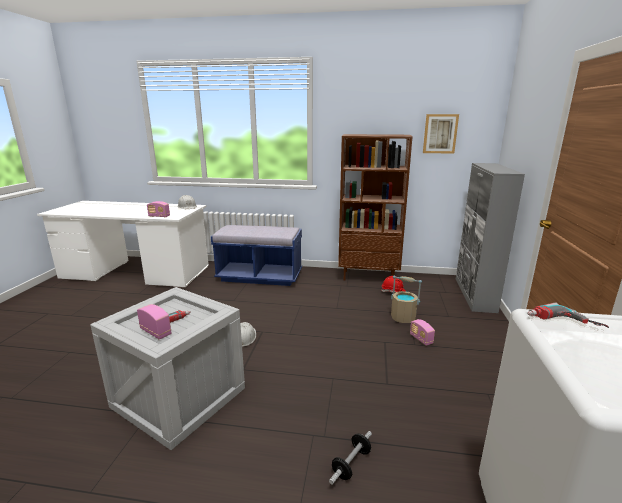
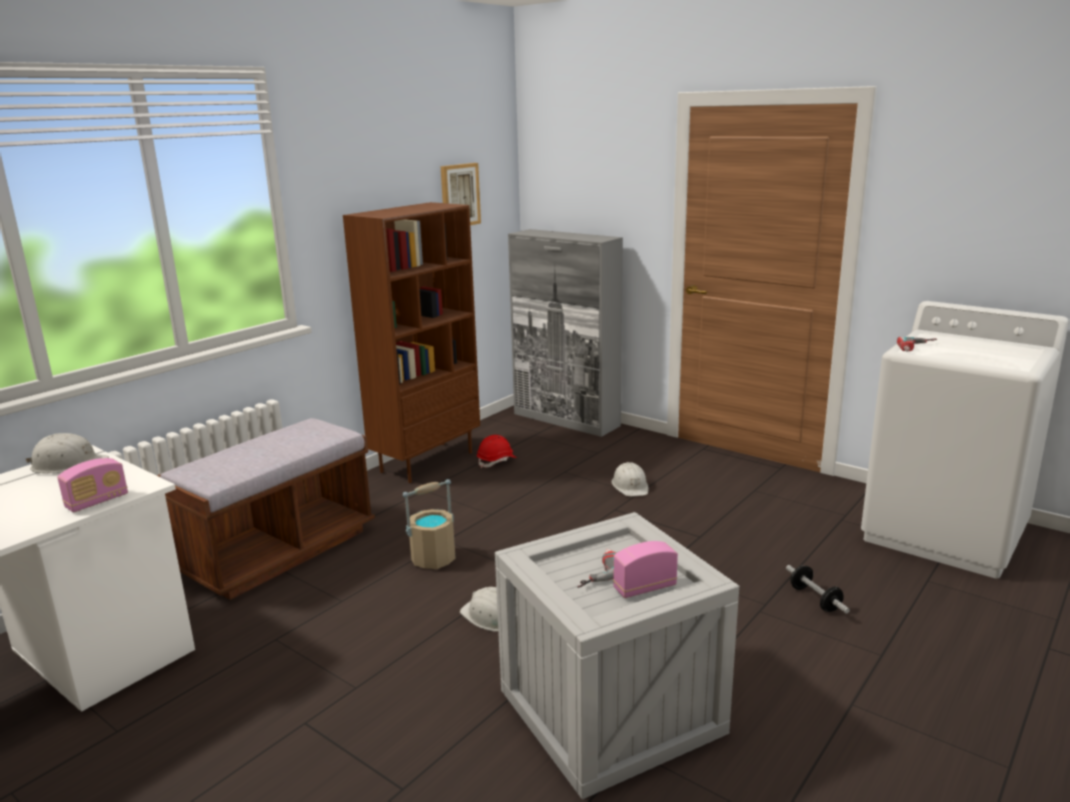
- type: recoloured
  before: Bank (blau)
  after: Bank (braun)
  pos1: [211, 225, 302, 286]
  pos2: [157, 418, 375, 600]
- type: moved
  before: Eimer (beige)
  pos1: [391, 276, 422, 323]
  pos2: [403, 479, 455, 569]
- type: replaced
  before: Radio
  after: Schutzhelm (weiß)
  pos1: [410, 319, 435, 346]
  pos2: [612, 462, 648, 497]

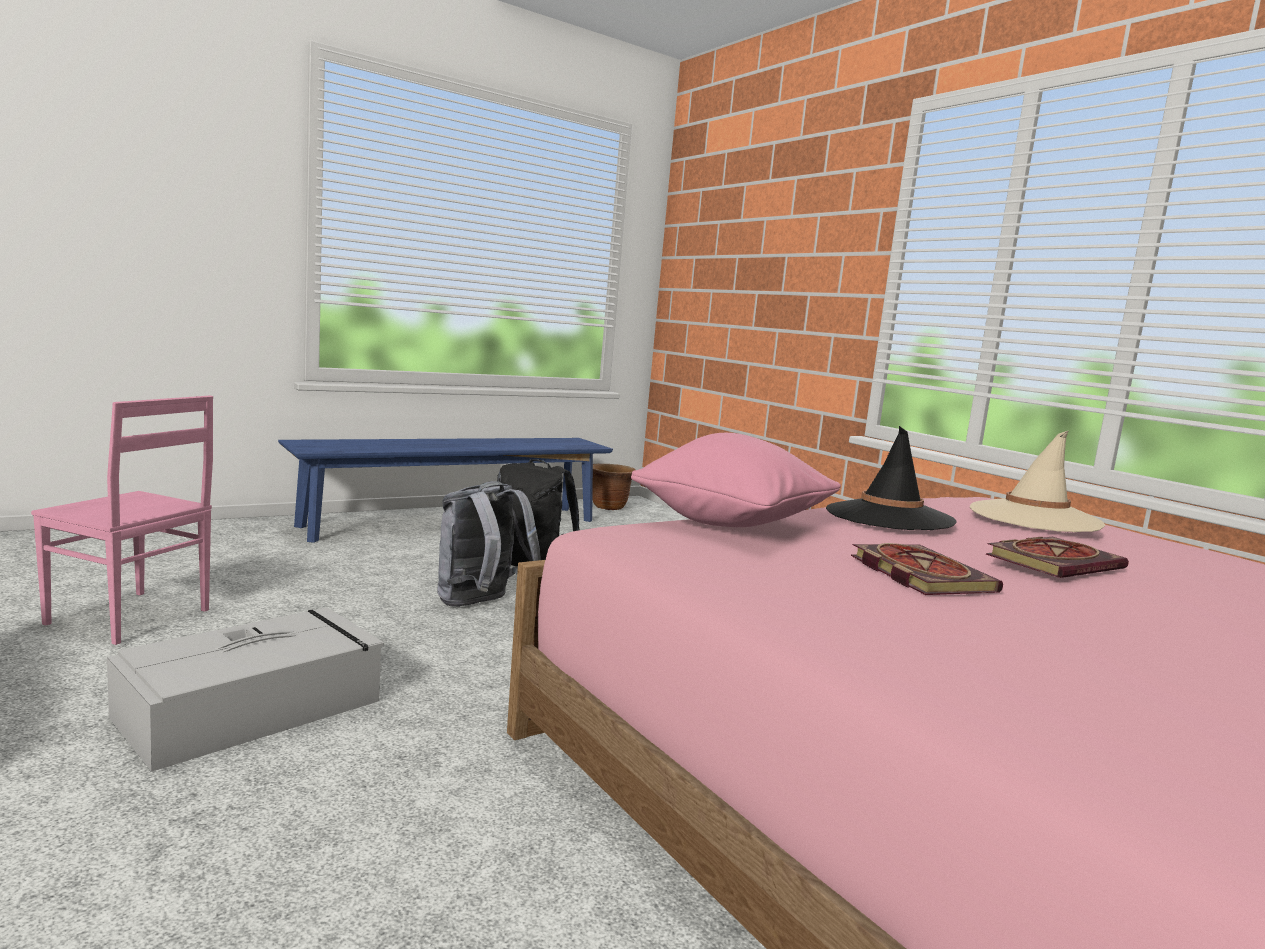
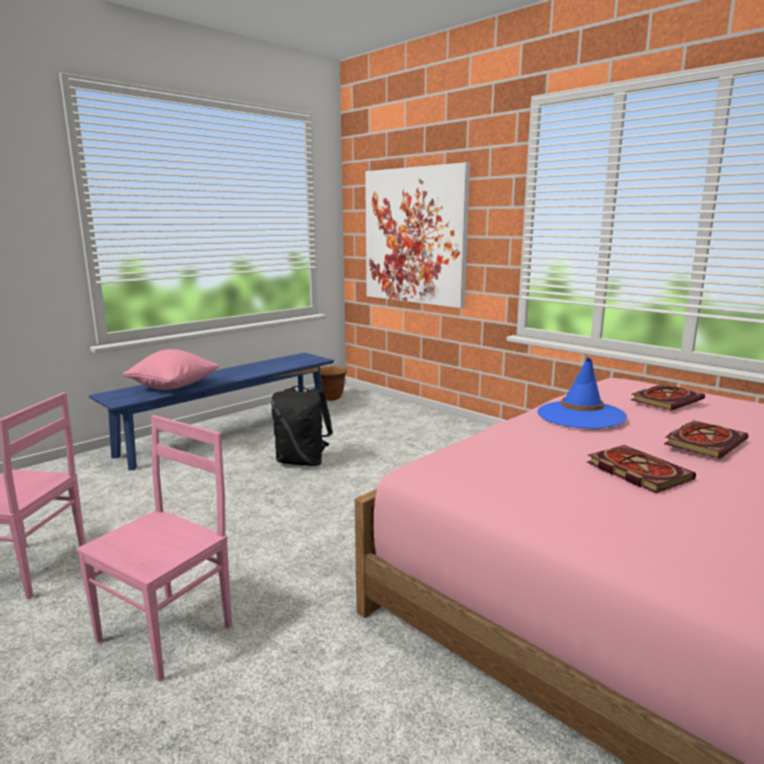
- type: recoloured
  before: Hut (schwarz)
  after: Hut (blau)
  pos1: [826, 426, 957, 530]
  pos2: [537, 357, 627, 429]
- type: replaced
  before: Hut (beige)
  after: Buch
  pos1: [970, 430, 1105, 532]
  pos2: [631, 384, 705, 410]
- type: moved
  before: Kissen (rosa)
  pos1: [631, 433, 841, 527]
  pos2: [123, 349, 219, 390]
- type: removed
  before: Rucksack (grau)
  pos1: [437, 481, 541, 607]
- type: replaced
  before: Aufbewahrungsbox (grau)
  after: Stuhl (rosa)
  pos1: [107, 607, 383, 772]
  pos2: [76, 415, 232, 682]
- type: added
  after: Bild
  pos2: [365, 162, 470, 308]

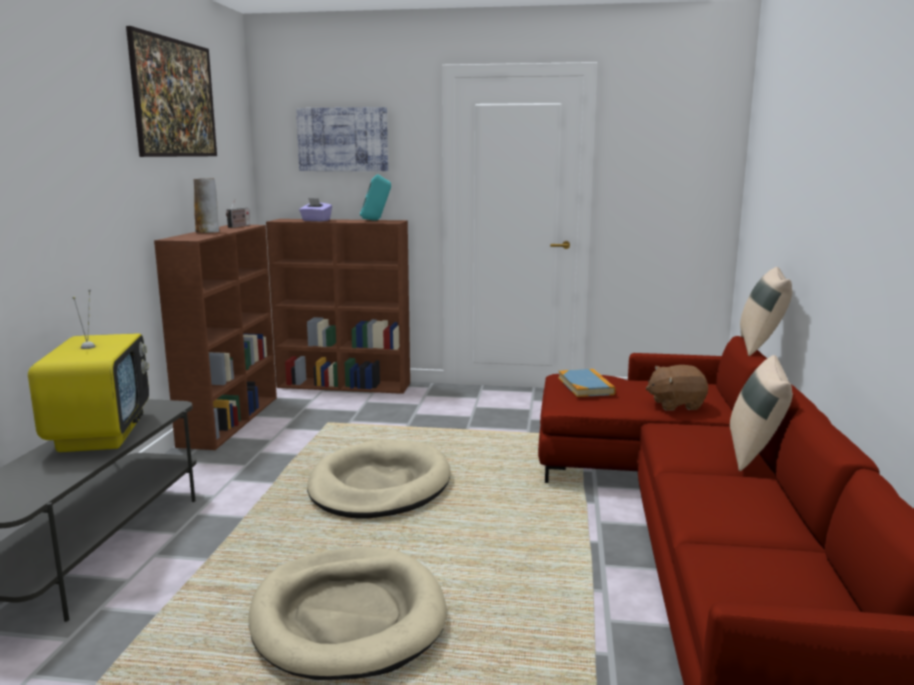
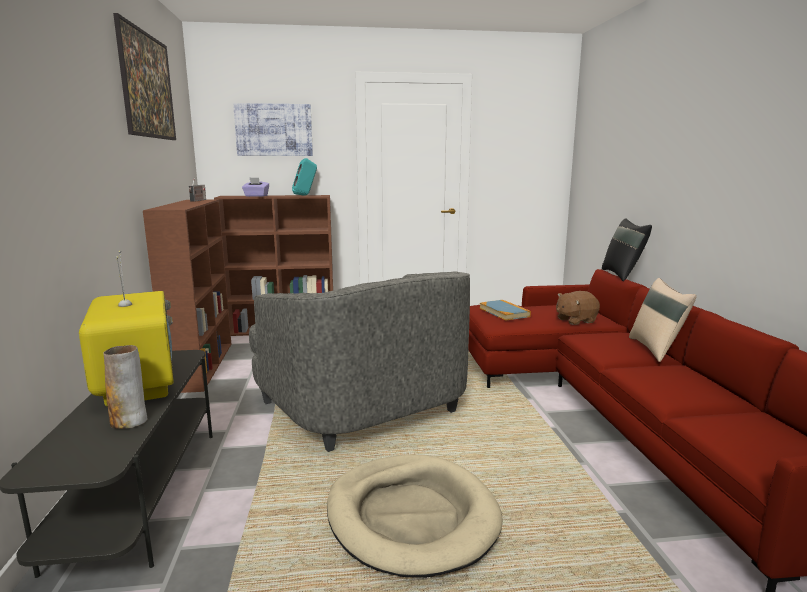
- type: moved
  before: Vase
  pos1: [194, 178, 219, 233]
  pos2: [103, 345, 147, 429]
- type: recoloured
  before: Kissen (beige)
  after: Kissen (schwarz)
  pos1: [740, 267, 792, 356]
  pos2: [602, 218, 652, 282]
- type: replaced
  before: Hundebett (beige)
  after: Sessel (grau)
  pos1: [307, 439, 451, 518]
  pos2: [249, 271, 470, 452]

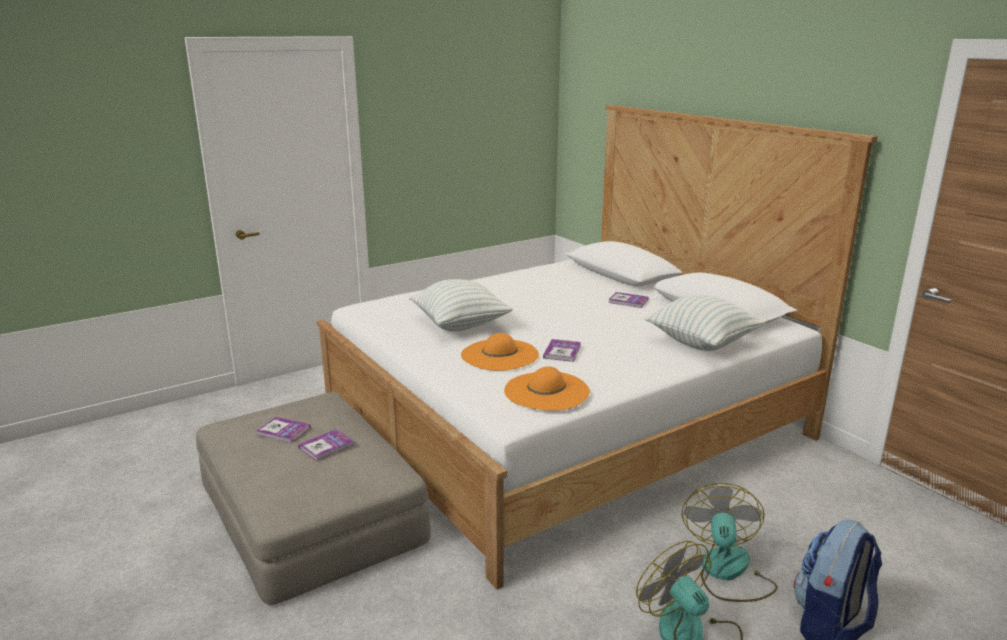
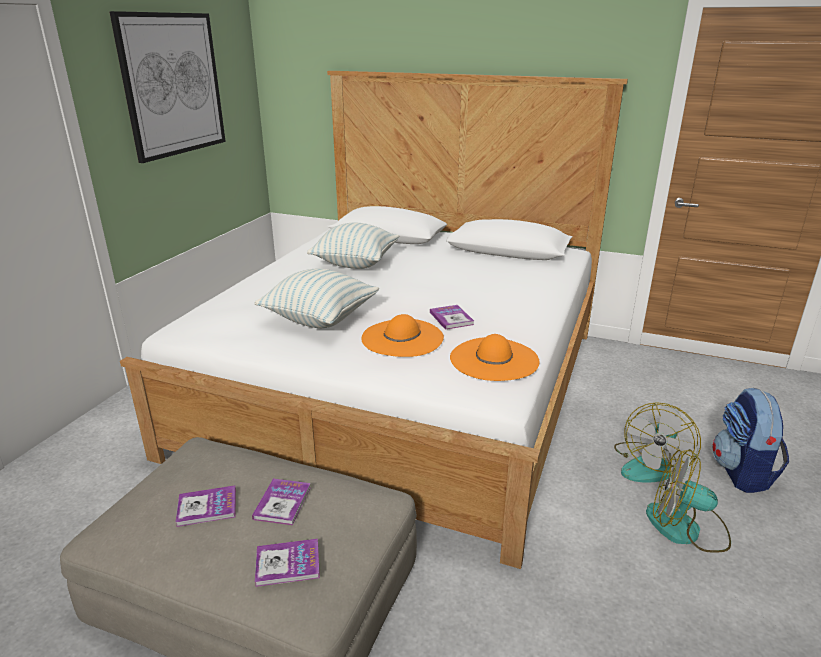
- type: moved
  before: Buch
  pos1: [608, 292, 649, 308]
  pos2: [255, 539, 320, 587]
- type: moved
  before: Kissen
  pos1: [644, 295, 765, 351]
  pos2: [307, 223, 399, 269]
- type: turned
  before: Ventilator
  pos1: [681, 483, 778, 602]
  pos2: [614, 402, 701, 483]
  turn: -120
- type: added
  after: Bild
  pos2: [109, 11, 226, 163]

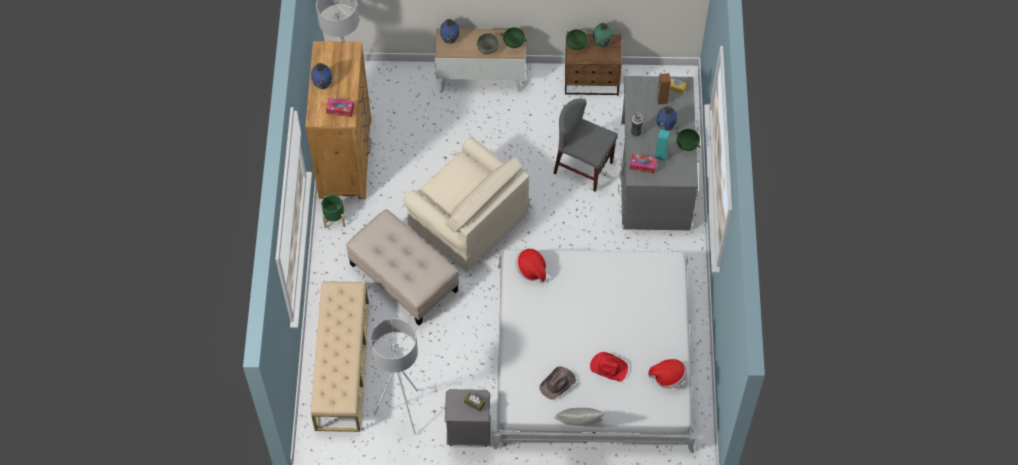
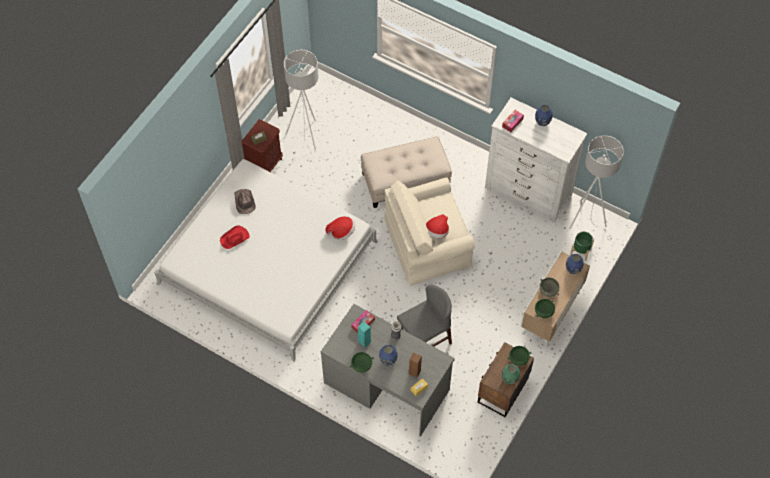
- type: recoloured
  before: Kommode (braun)
  after: Kommode (weiß)
  pos1: [305, 41, 371, 199]
  pos2: [485, 98, 588, 222]
- type: moved
  before: Pflanzkübel (grün)
  pos1: [321, 195, 345, 228]
  pos2: [570, 232, 594, 261]
- type: removed
  before: Bank (beige)
  pos1: [311, 282, 369, 432]
- type: moved
  before: Hut
  pos1: [648, 359, 687, 388]
  pos2: [426, 214, 449, 238]
- type: recoloured
  before: Nachttisch (grau)
  after: Nachttisch (braun)
  pos1: [445, 389, 491, 447]
  pos2: [241, 119, 283, 172]
- type: removed
  before: Kissen (grau)
  pos1: [555, 408, 604, 426]

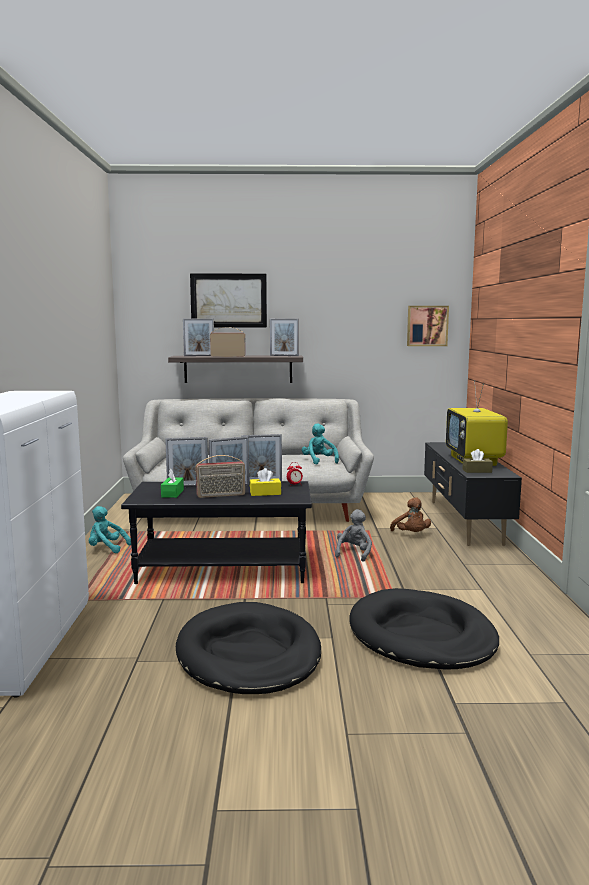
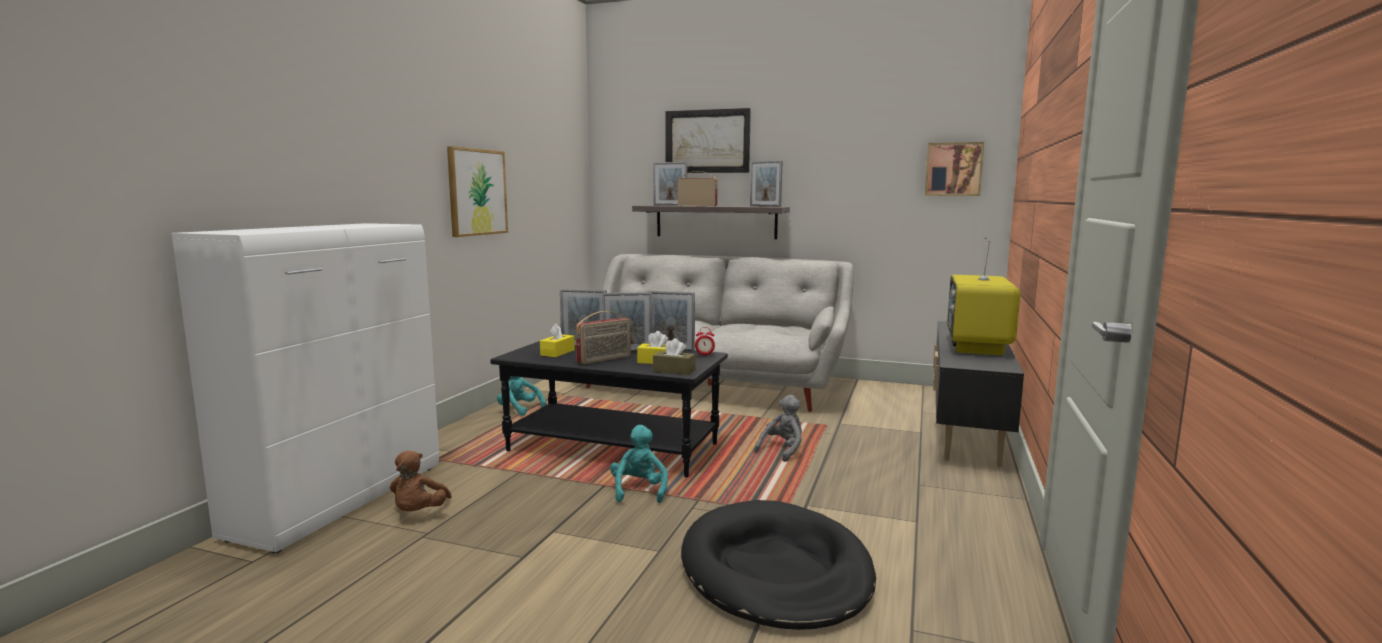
- type: moved
  before: Plüschtier (türkis)
  pos1: [302, 423, 339, 465]
  pos2: [610, 425, 668, 503]
- type: moved
  before: Taschentuchbox (braun)
  pos1: [463, 449, 493, 473]
  pos2: [653, 338, 695, 375]
- type: turned
  before: Radio
  pos1: [195, 455, 245, 498]
  pos2: [576, 311, 631, 364]
  turn: -45
- type: recoloured
  before: Taschentuchbox (grün)
  after: Taschentuchbox (gelb)
  pos1: [161, 469, 184, 498]
  pos2: [540, 324, 575, 357]
- type: moved
  before: Plüschtier (braun)
  pos1: [390, 497, 431, 532]
  pos2: [390, 451, 452, 511]
- type: removed
  before: Hundebett (schwarz)
  pos1: [176, 602, 321, 694]
- type: added
  after: Bild
  pos2: [447, 146, 508, 237]

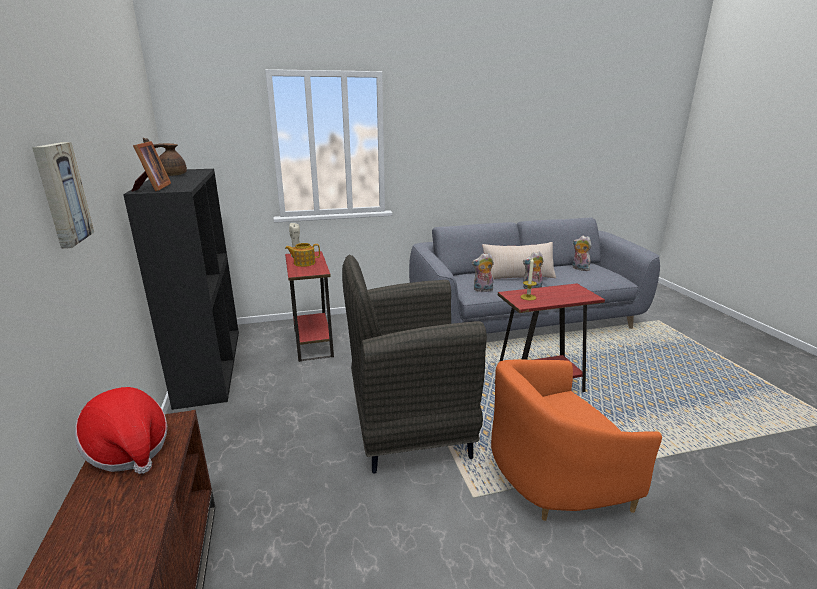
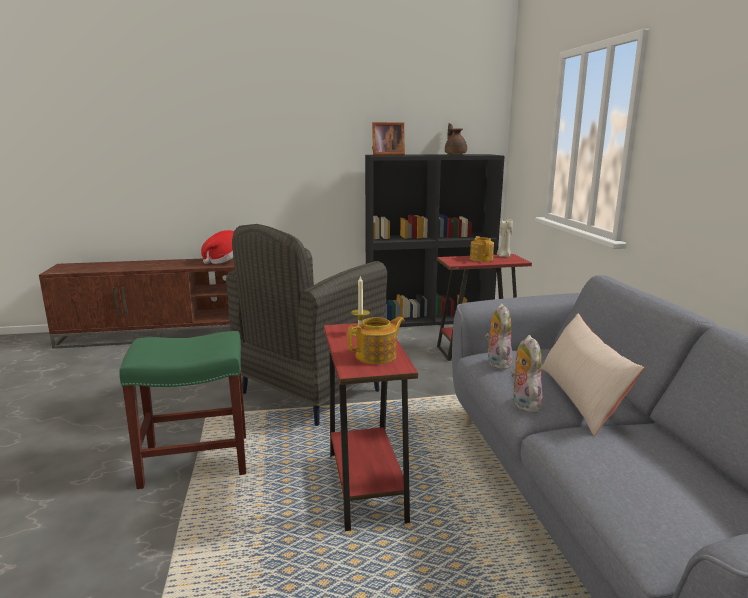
- type: removed
  before: Bild
  pos1: [32, 142, 94, 249]
- type: removed
  before: Plüschtier
  pos1: [573, 236, 592, 271]
- type: turned
  before: Sessel (grau)
  pos1: [342, 255, 487, 474]
  pos2: [226, 224, 387, 426]
  turn: -135
- type: replaced
  before: Sessel (orange)
  after: Hocker (grün)
  pos1: [491, 359, 662, 521]
  pos2: [119, 331, 246, 489]
- type: added
  after: Teekanne
  pos2: [348, 317, 405, 364]

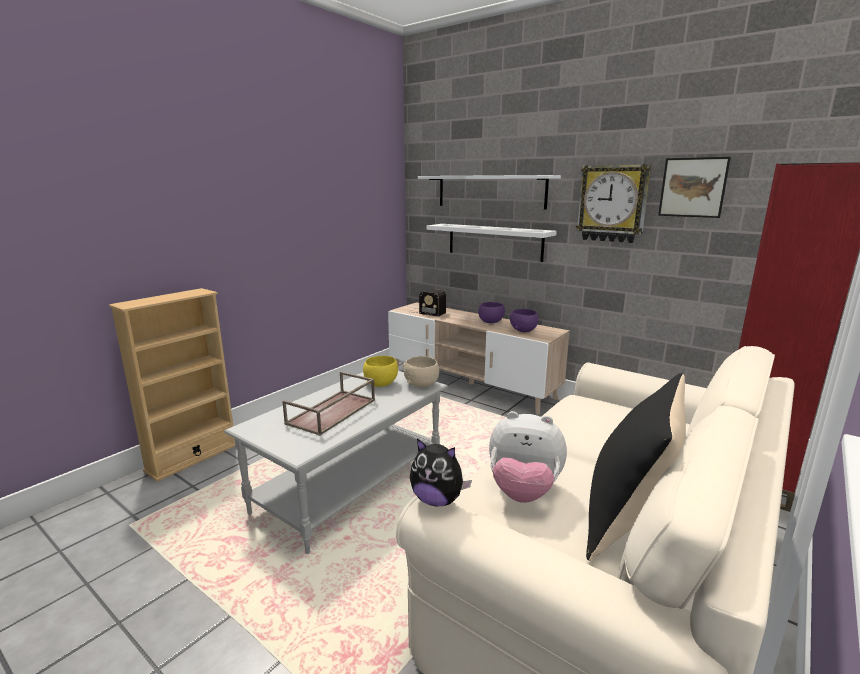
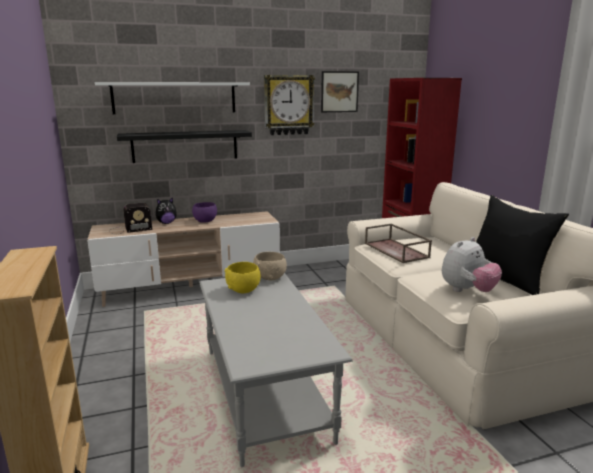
- type: recoloured
  before: Wandregal (weiß)
  after: Wandregal (schwarz)
  pos1: [426, 224, 557, 262]
  pos2: [117, 130, 252, 163]
- type: removed
  before: Schüssel (lila)
  pos1: [509, 309, 538, 332]
- type: moved
  before: Tablett (braun)
  pos1: [282, 372, 375, 436]
  pos2: [365, 224, 432, 263]
- type: moved
  before: Plüschtier
  pos1: [410, 438, 472, 506]
  pos2: [156, 197, 177, 224]

